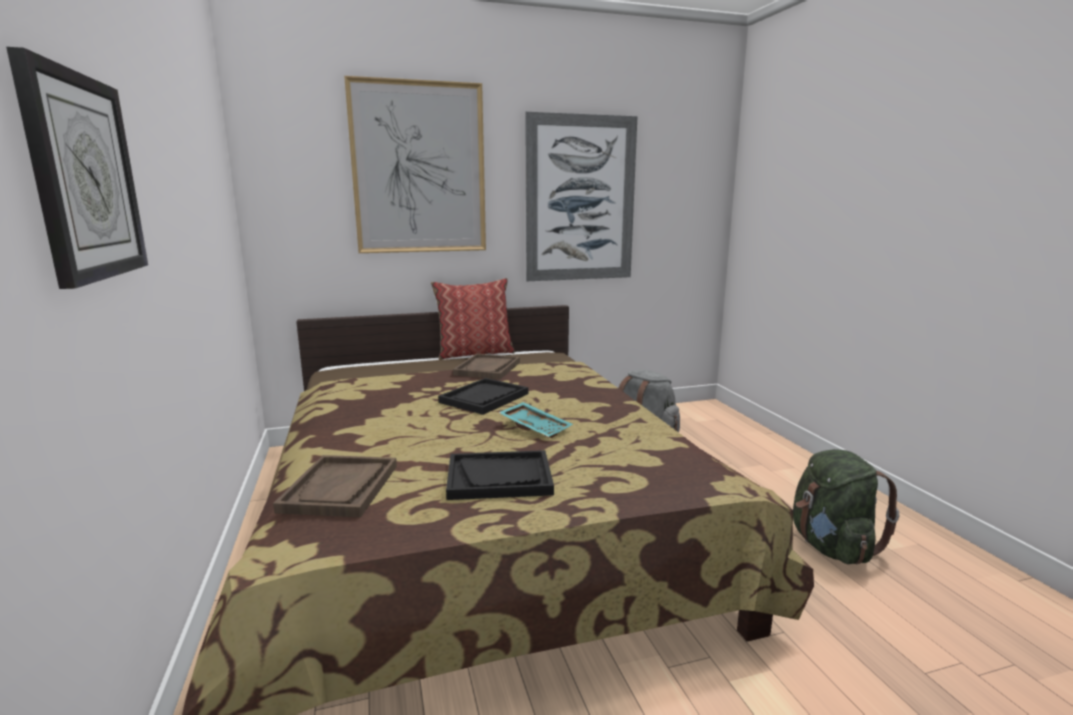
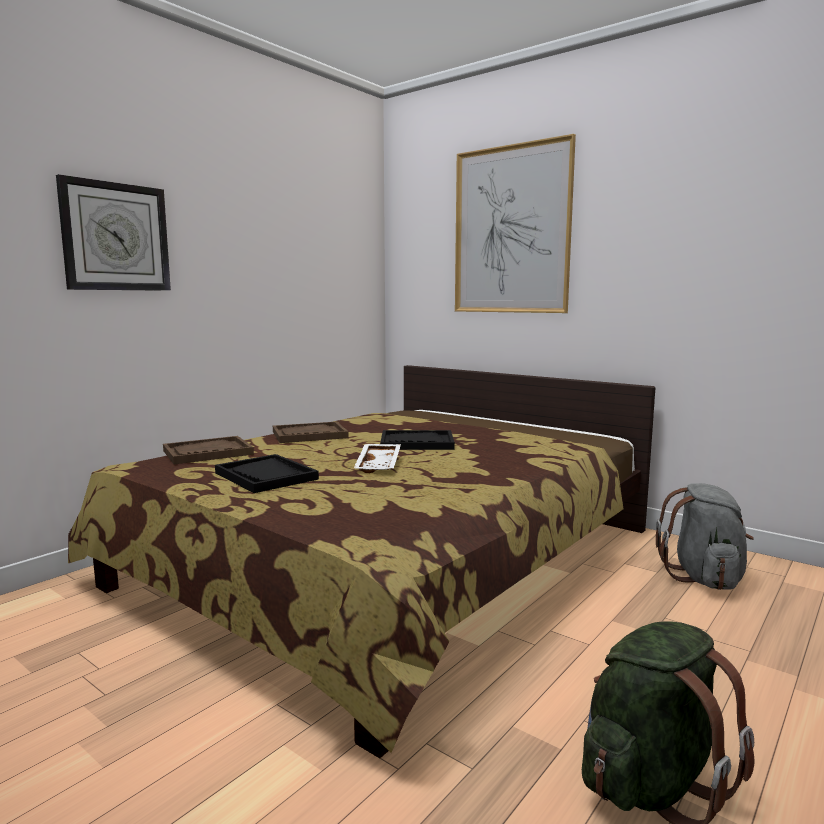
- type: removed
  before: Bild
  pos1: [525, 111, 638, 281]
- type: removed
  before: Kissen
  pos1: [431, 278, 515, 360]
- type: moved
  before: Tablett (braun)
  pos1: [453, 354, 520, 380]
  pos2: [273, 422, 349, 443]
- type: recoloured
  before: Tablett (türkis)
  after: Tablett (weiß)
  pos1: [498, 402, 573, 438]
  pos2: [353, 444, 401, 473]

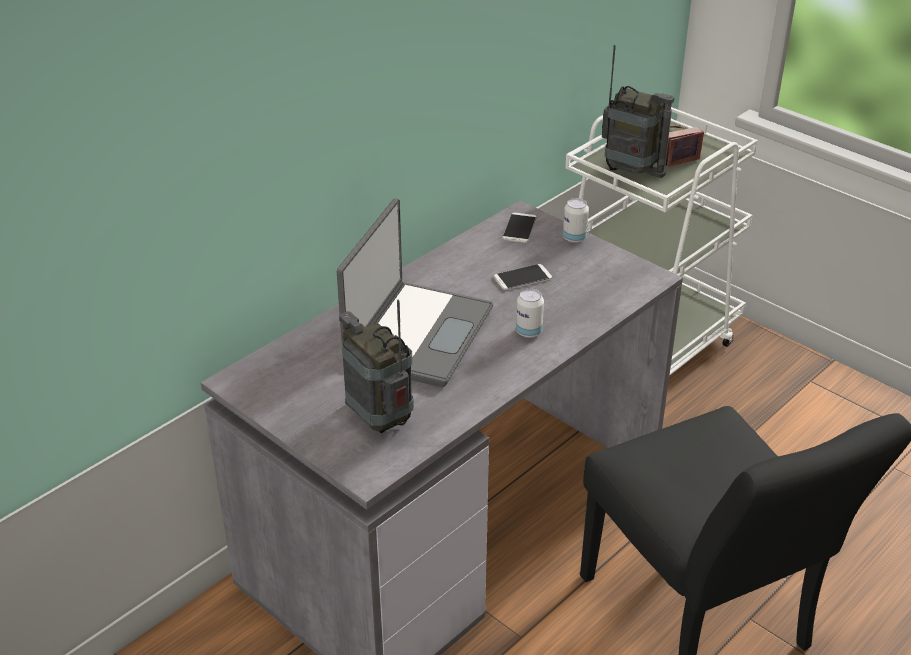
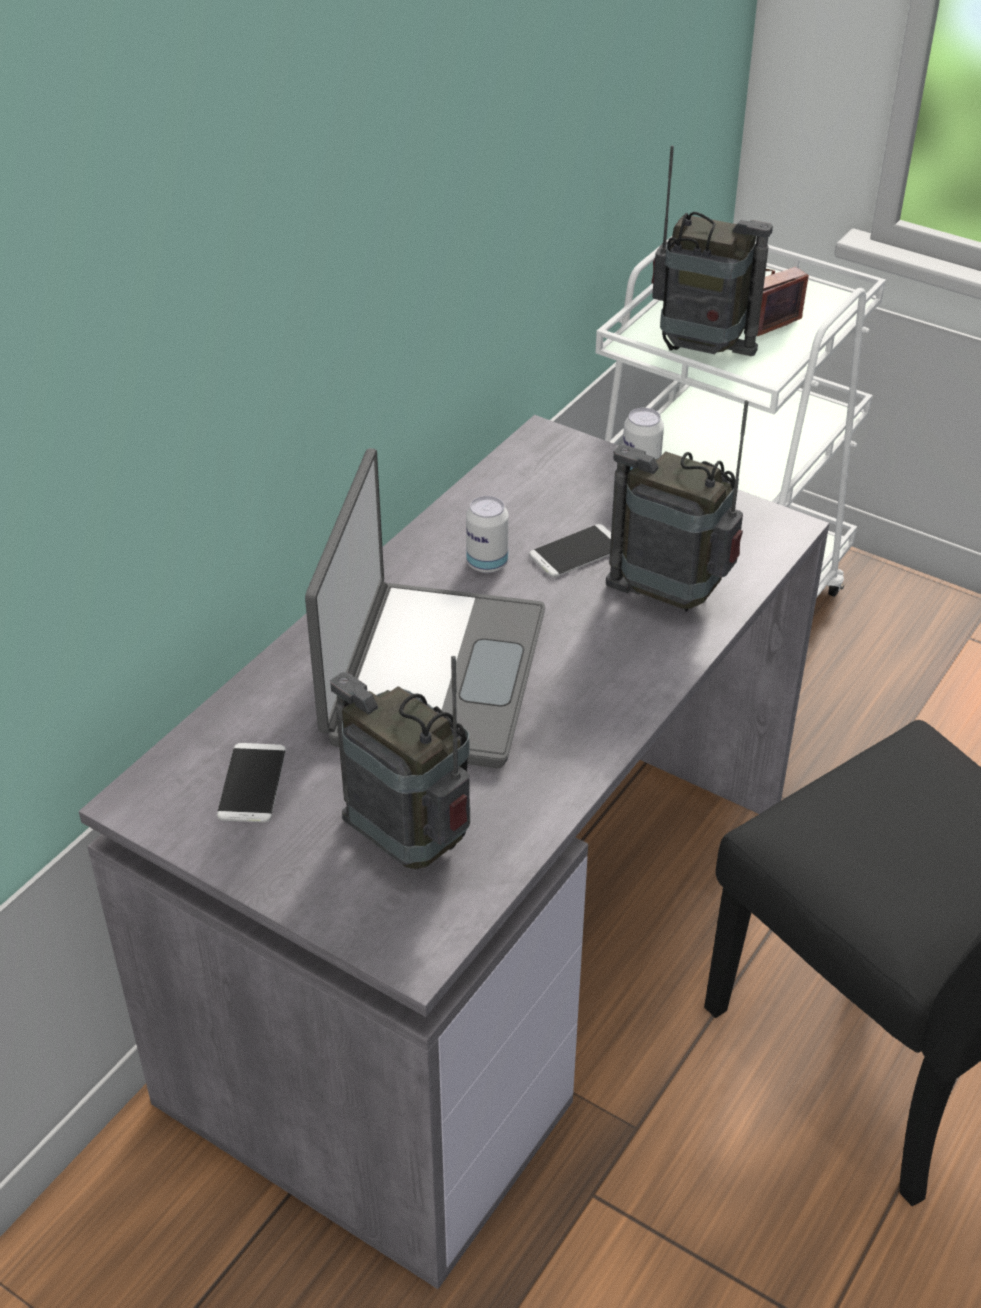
- type: moved
  before: Handy
  pos1: [502, 213, 537, 243]
  pos2: [217, 743, 286, 823]
- type: moved
  before: Dose
  pos1: [516, 289, 544, 338]
  pos2: [466, 496, 509, 573]
- type: added
  after: Radio
  pos2: [606, 400, 749, 612]

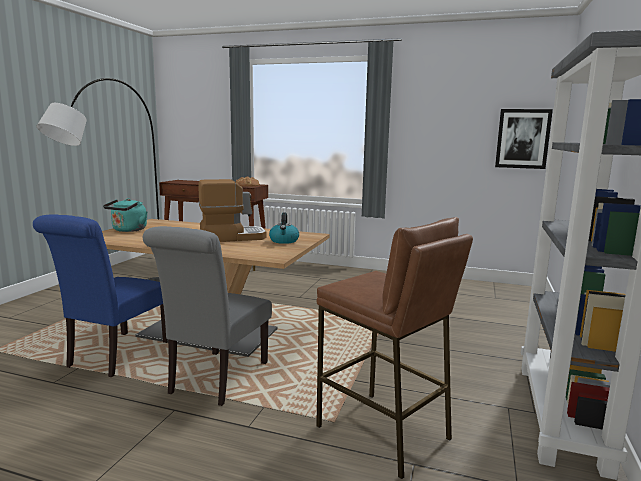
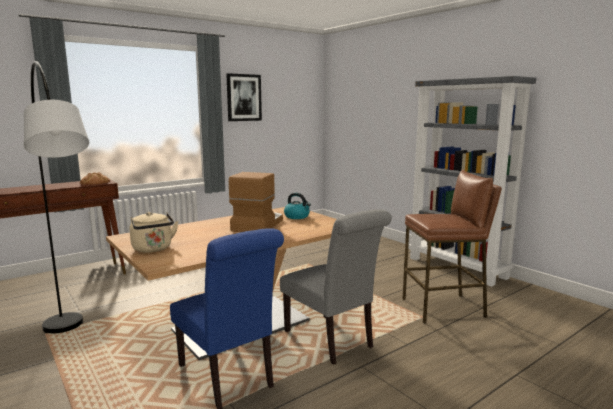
- type: moved
  before: Bild
  pos1: [495, 109, 553, 169]
  pos2: [226, 73, 262, 121]
- type: recoloured
  before: Wasserkessel (türkis)
  after: Wasserkessel (beige)
  pos1: [103, 198, 147, 232]
  pos2: [130, 212, 179, 253]

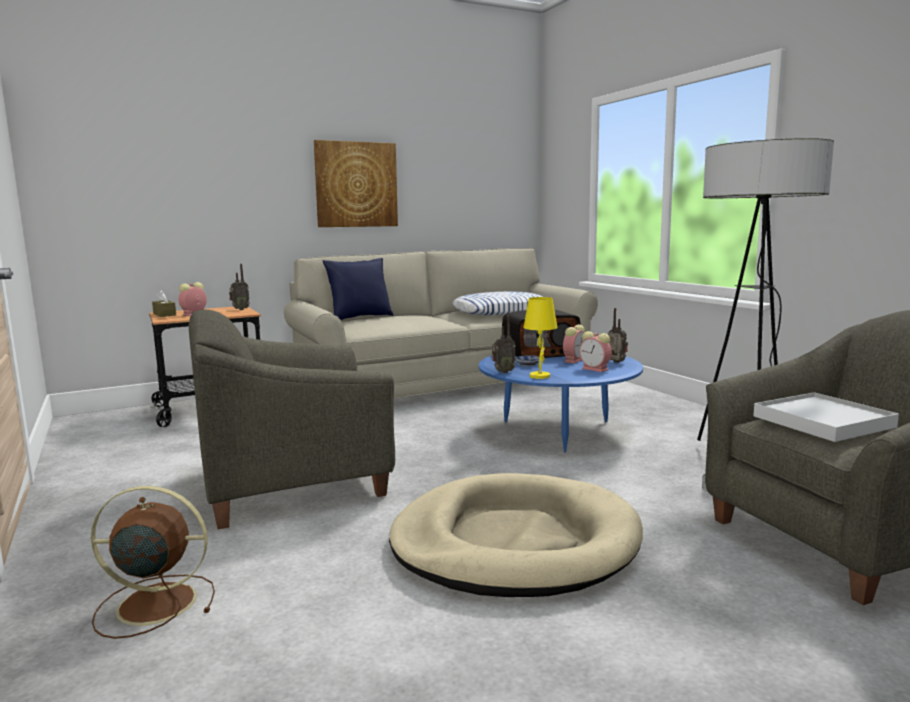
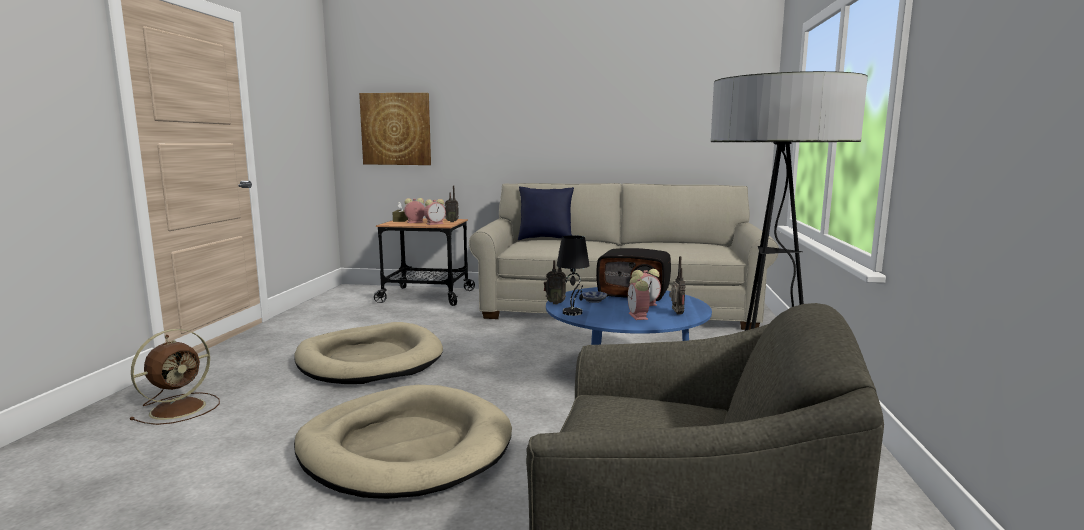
- type: moved
  before: Bild
  pos1: [314, 140, 398, 227]
  pos2: [359, 93, 431, 165]
- type: removed
  before: Kissen
  pos1: [452, 291, 543, 315]
- type: recoloured
  before: Tischlampe (gelb)
  after: Tischlampe (schwarz)
  pos1: [523, 297, 557, 379]
  pos2: [557, 235, 590, 316]
- type: replaced
  before: Sessel (grau)
  after: Hundebett (beige)
  pos1: [189, 309, 395, 529]
  pos2: [294, 322, 443, 384]
- type: removed
  before: Tablett (weiß)
  pos1: [753, 392, 899, 442]
- type: turned
  before: Ventilator (braun)
  pos1: [91, 486, 215, 639]
  pos2: [129, 329, 220, 425]
  turn: 90
- type: added
  after: Wecker
  pos2: [424, 199, 446, 225]

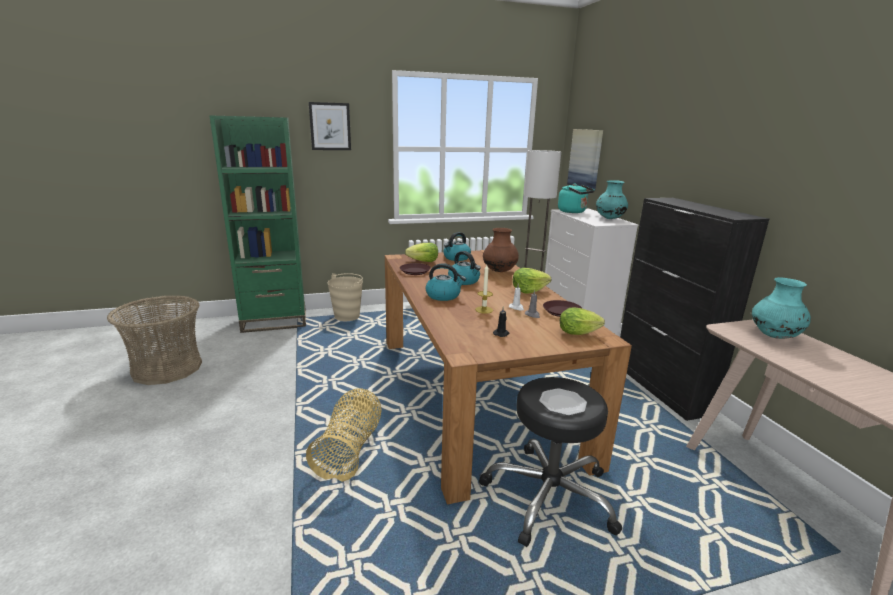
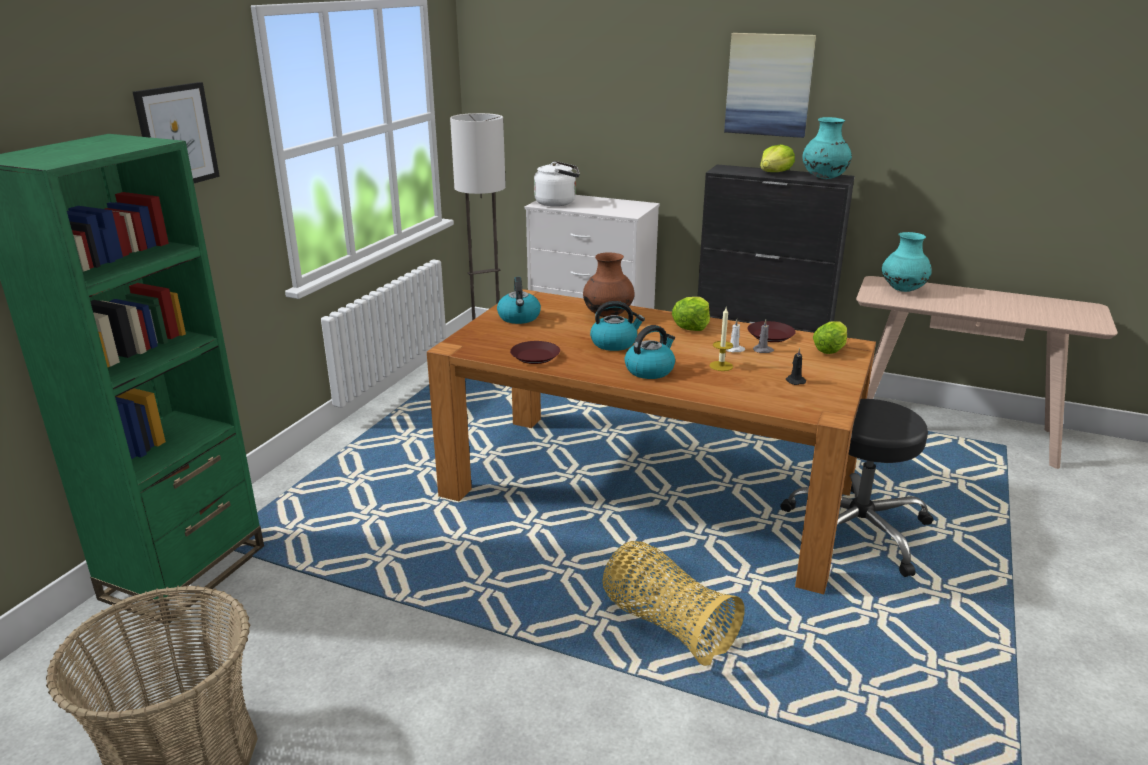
- type: moved
  before: Bild
  pos1: [567, 129, 603, 190]
  pos2: [724, 33, 816, 138]
- type: moved
  before: Vase (türkis)
  pos1: [596, 180, 628, 219]
  pos2: [802, 117, 852, 179]
- type: recoloured
  before: Wasserkessel (türkis)
  after: Wasserkessel (weiß)
  pos1: [558, 184, 595, 213]
  pos2: [534, 161, 580, 206]
- type: moved
  before: Salatkopf
  pos1: [405, 243, 438, 262]
  pos2: [760, 144, 795, 172]
- type: removed
  before: Eimer (beige)
  pos1: [328, 273, 363, 321]
- type: removed
  before: Teller
  pos1: [539, 388, 587, 416]

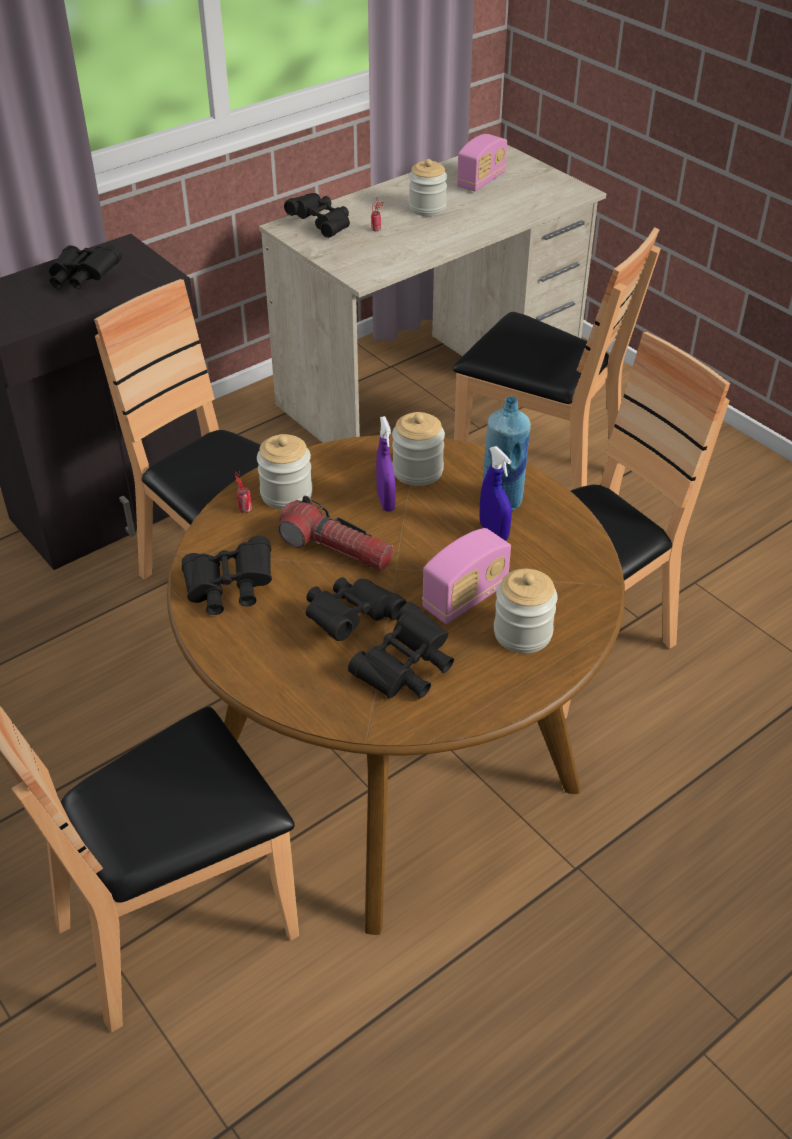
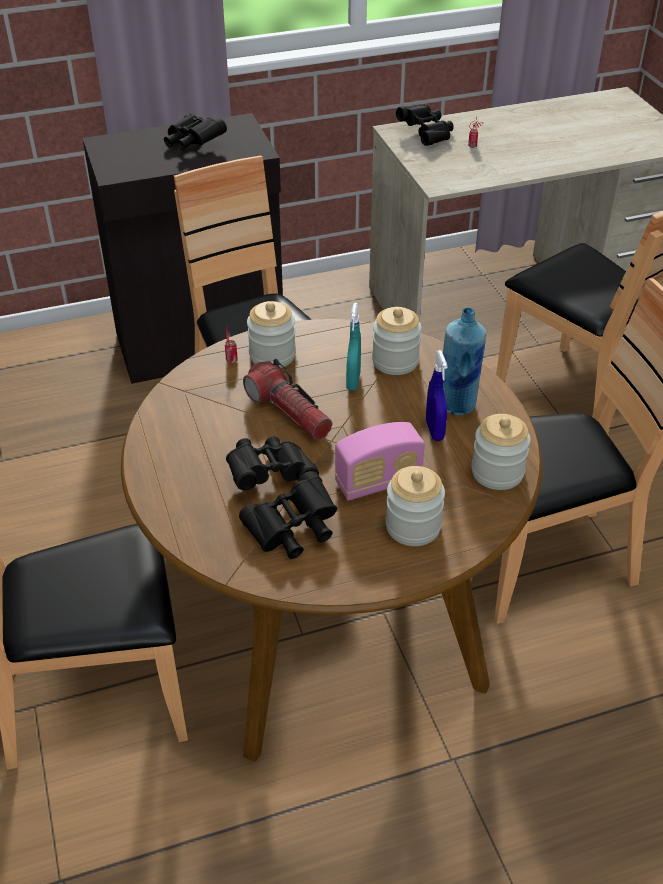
- type: removed
  before: Radio
  pos1: [457, 134, 507, 191]
- type: moved
  before: Vorratsglas
  pos1: [409, 159, 447, 216]
  pos2: [471, 414, 531, 490]
- type: recoloured
  before: Sprühflasche (lila)
  after: Sprühflasche (türkis)
  pos1: [376, 416, 396, 512]
  pos2: [346, 303, 361, 391]
- type: removed
  before: Fernglas (schwarz)
  pos1: [182, 536, 272, 615]

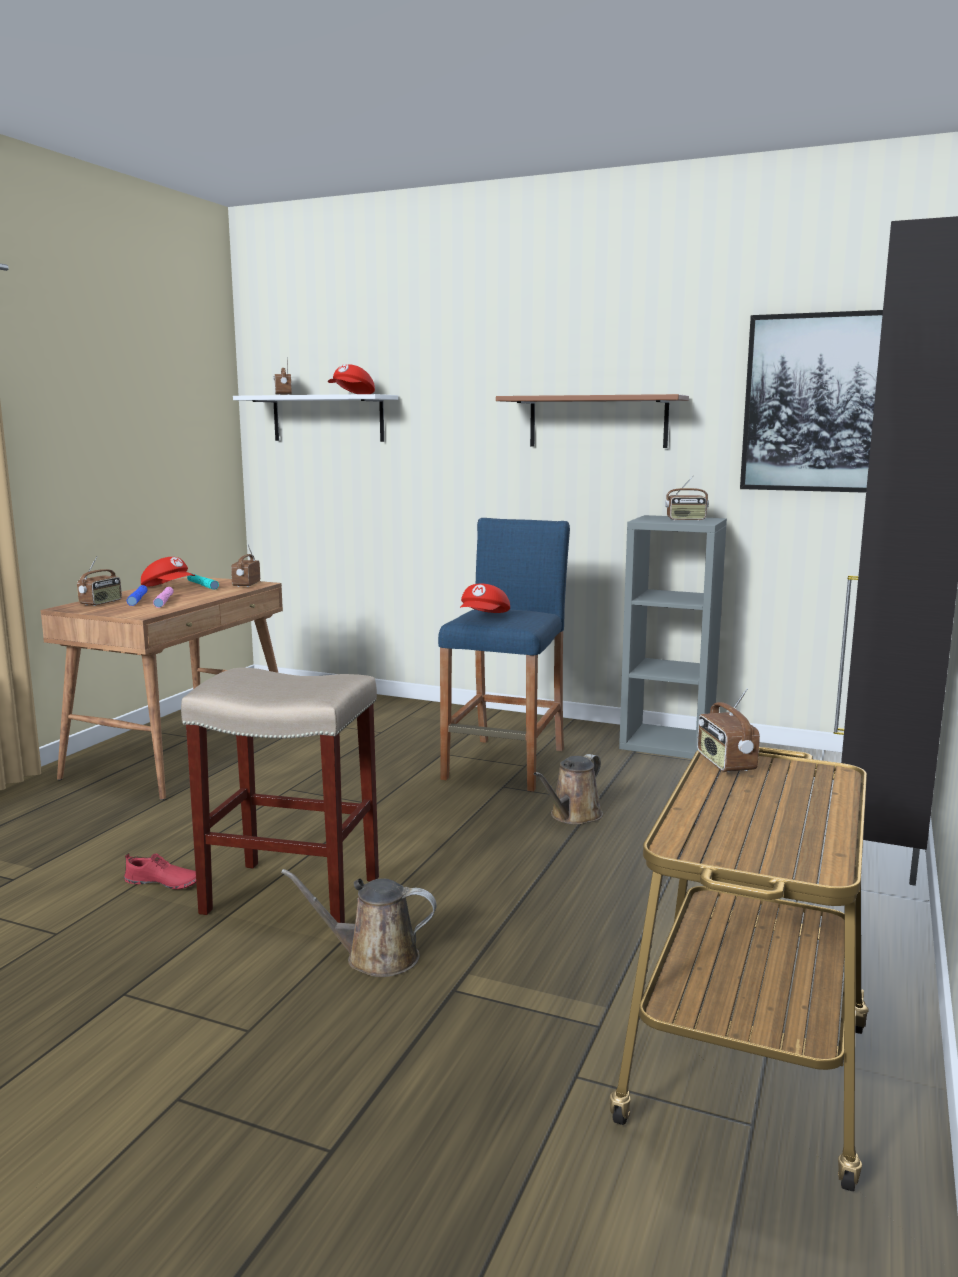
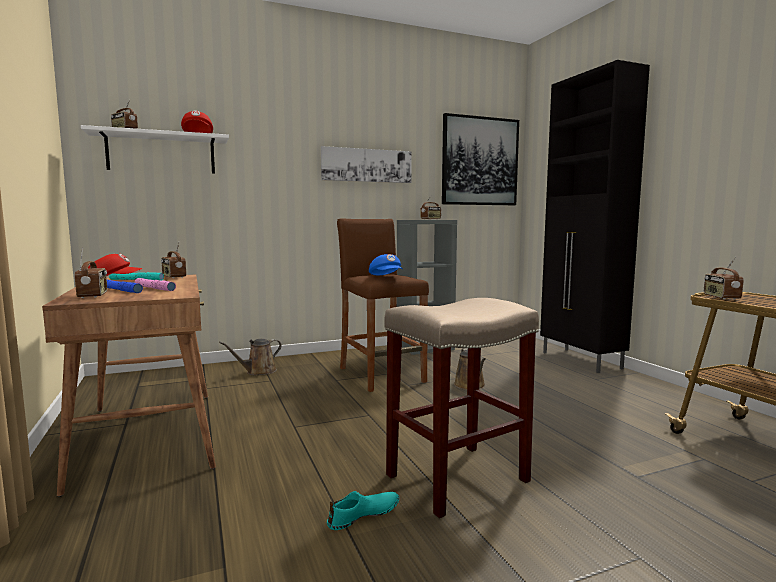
- type: replaced
  before: Wandregal (braun)
  after: Bild
  pos1: [496, 394, 689, 448]
  pos2: [321, 146, 412, 183]
- type: recoloured
  before: Hocker (blau)
  after: Hocker (braun)
  pos1: [438, 518, 570, 792]
  pos2: [337, 218, 429, 392]
- type: recoloured
  before: Kappe (rot)
  after: Kappe (blau)
  pos1: [460, 584, 510, 613]
  pos2: [369, 254, 402, 275]
- type: turned
  before: Radio
  pos1: [697, 688, 760, 772]
  pos2: [704, 257, 744, 300]
  turn: 60
- type: recoloured
  before: Schuh (rot)
  after: Schuh (türkis)
  pos1: [124, 853, 196, 889]
  pos2: [327, 491, 399, 530]
- type: moved
  before: Gießkanne (braun)
  pos1: [281, 869, 437, 977]
  pos2: [219, 339, 282, 376]

